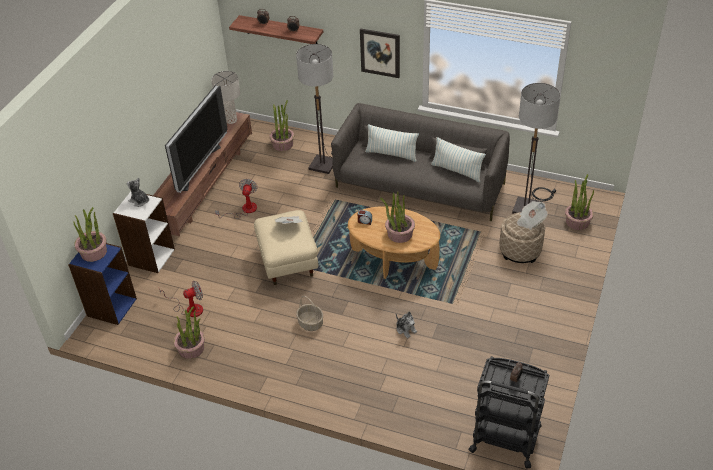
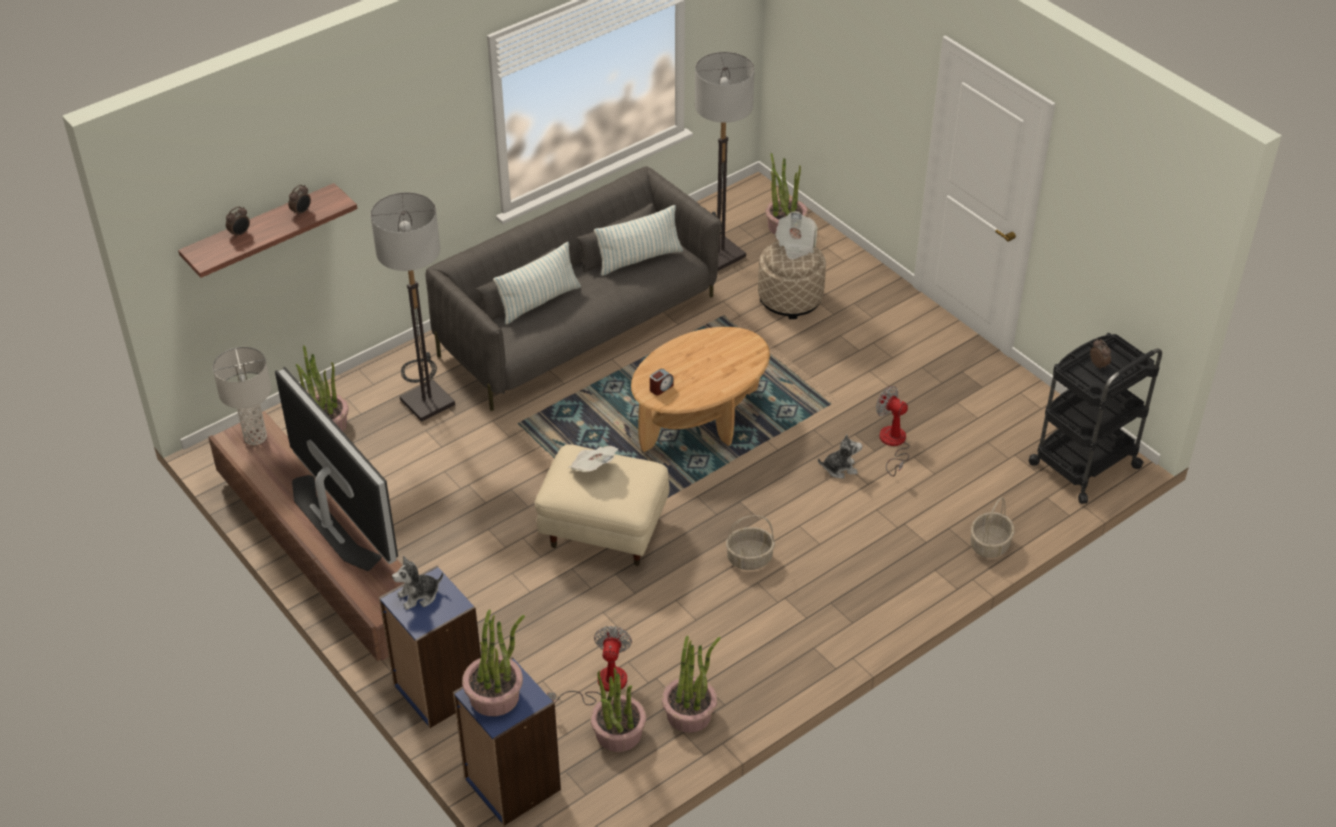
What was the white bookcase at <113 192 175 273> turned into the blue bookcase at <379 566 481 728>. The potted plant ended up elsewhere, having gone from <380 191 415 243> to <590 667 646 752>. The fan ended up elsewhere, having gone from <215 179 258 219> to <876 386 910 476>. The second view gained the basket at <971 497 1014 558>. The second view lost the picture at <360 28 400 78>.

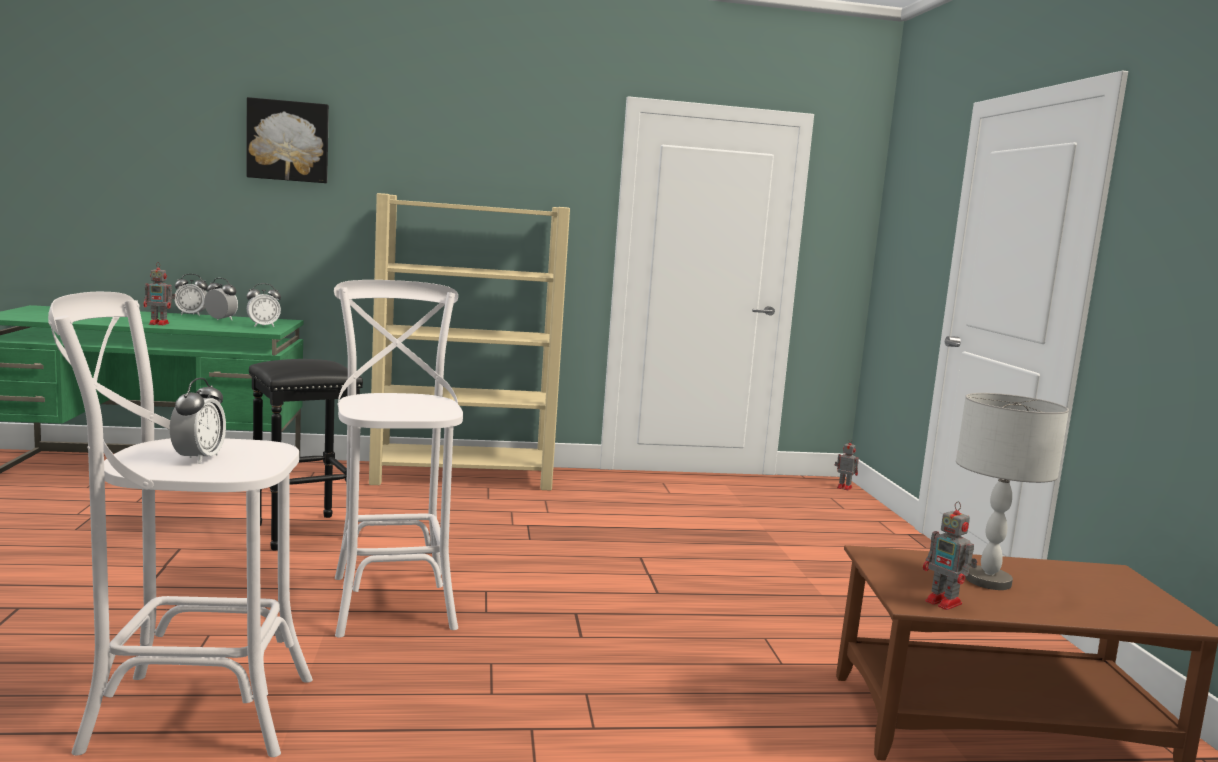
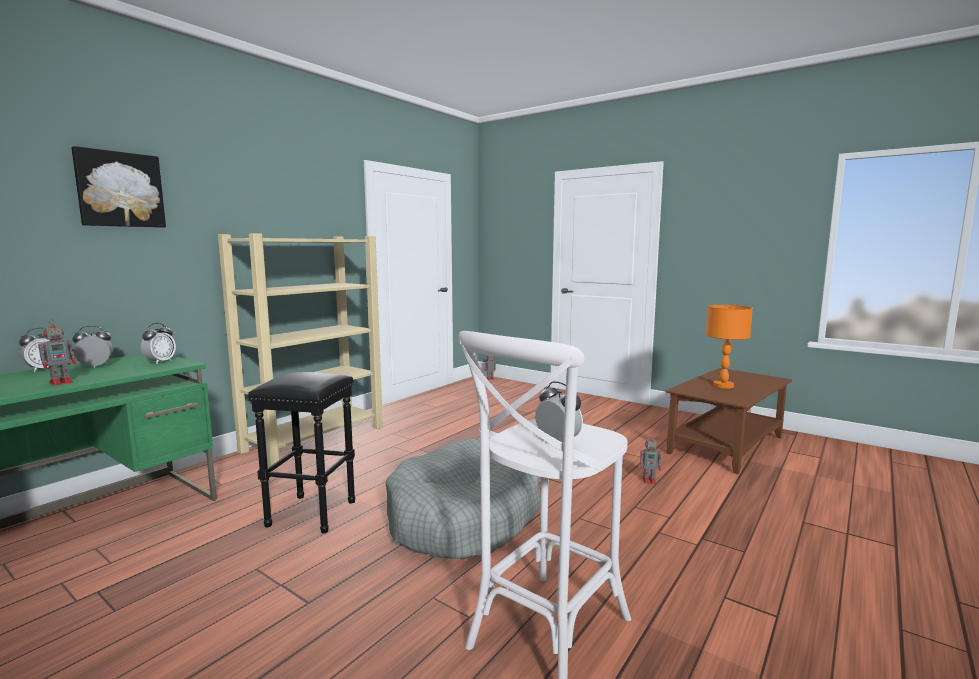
Where the white stool stood at <334 280 463 638>, the grey dog bed came to stand at <386 438 540 559>. The toy robot ended up elsewhere, having gone from <923 501 978 610> to <640 435 661 484>. What was the grey table lamp at <956 393 1069 590> turned into the orange table lamp at <706 305 753 389>.

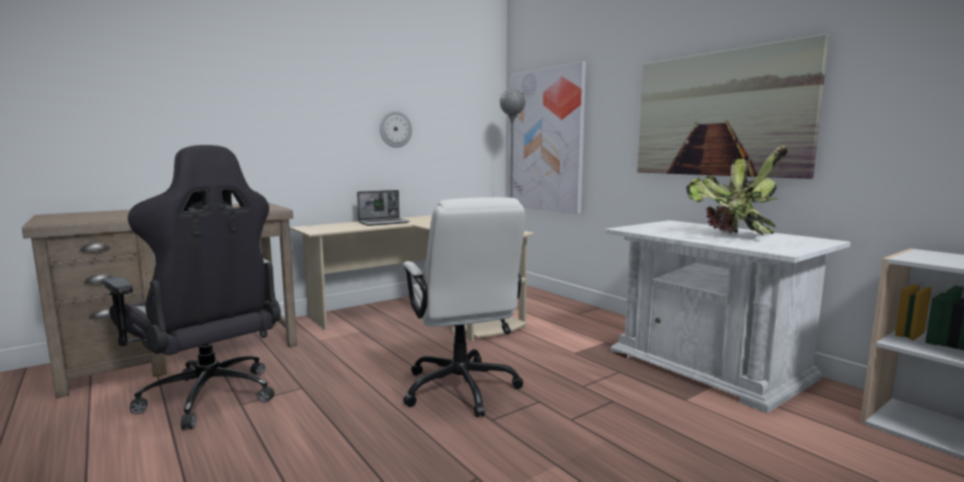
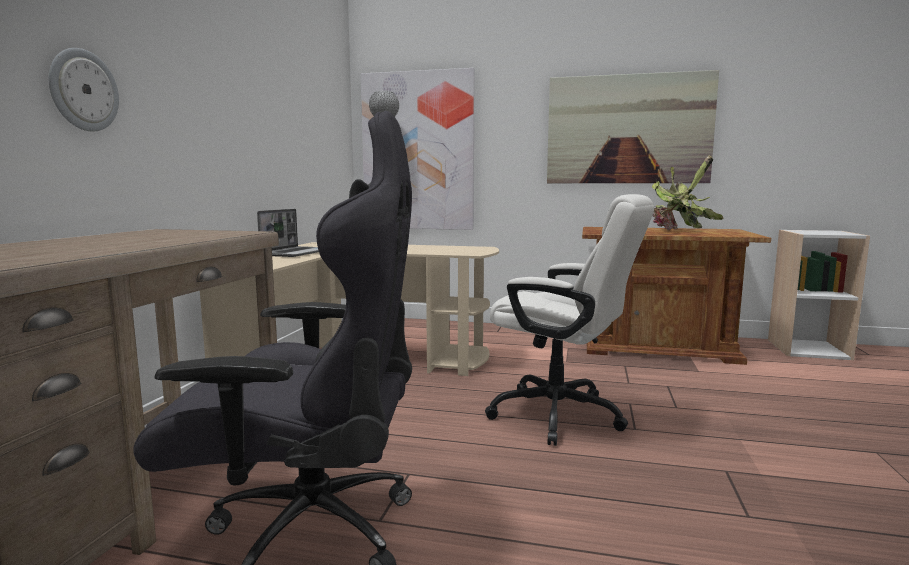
The wall clock ended up elsewhere, having gone from <380 111 412 148> to <49 48 119 132>. What was the white cabinet at <605 220 851 413> turned into the brown cabinet at <582 227 771 365>.

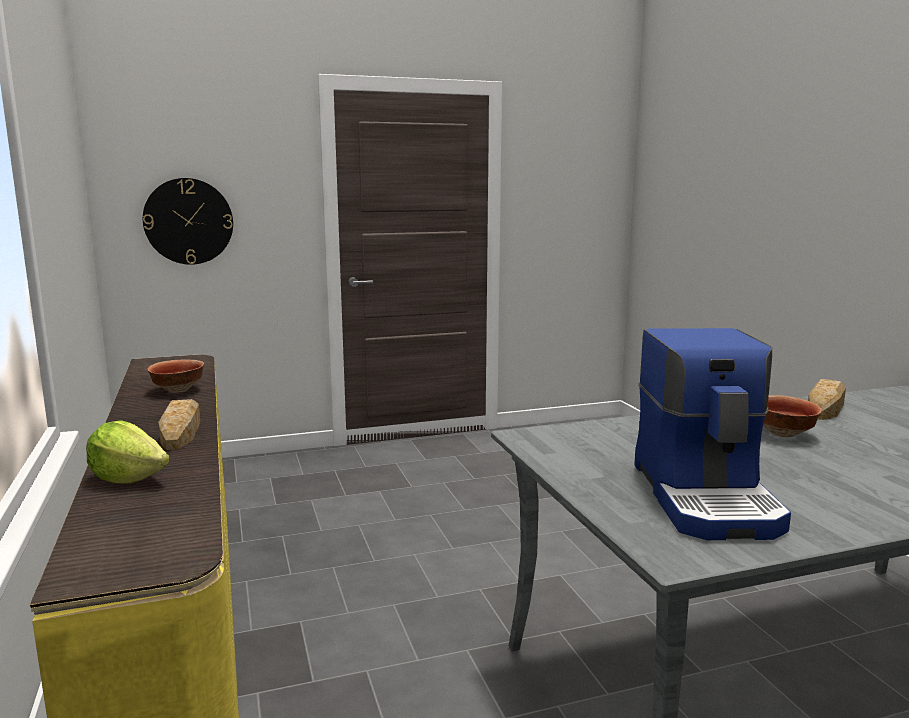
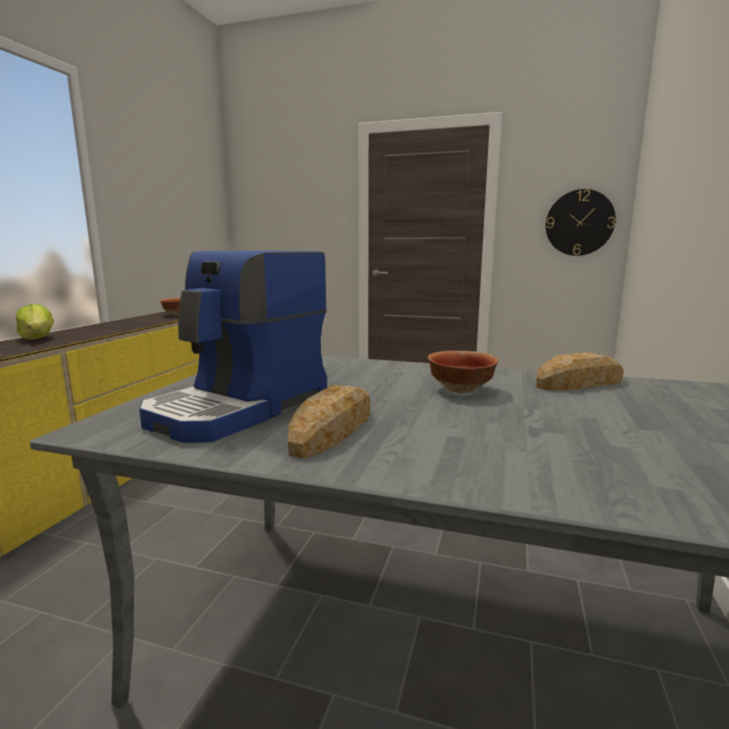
The bread ended up elsewhere, having gone from <158 399 200 450> to <288 385 370 459>. The wall clock ended up elsewhere, having gone from <143 178 233 265> to <546 189 616 256>.

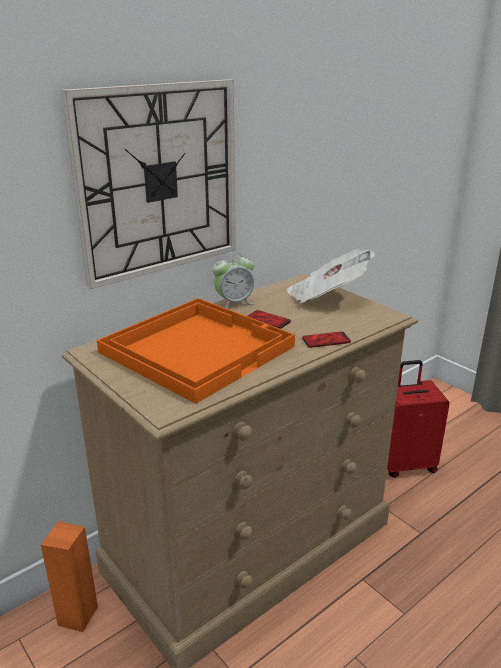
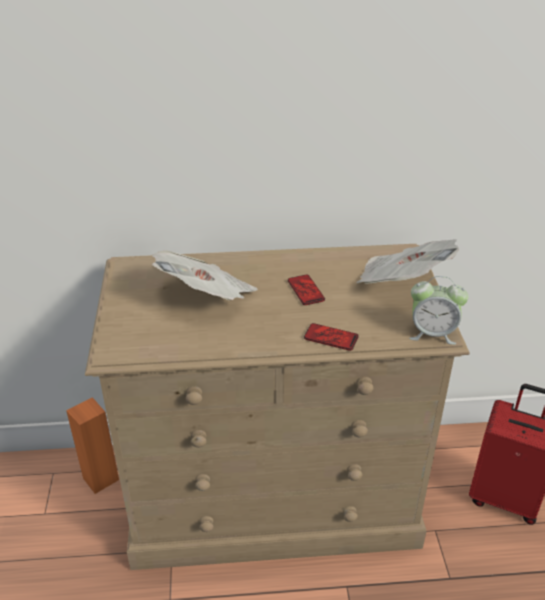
Where the orange tray stood at <97 298 295 404>, the newspaper came to stand at <152 251 258 301>. The alarm clock ended up elsewhere, having gone from <212 252 255 309> to <409 276 469 345>. The second view lost the wall clock at <61 79 236 289>.

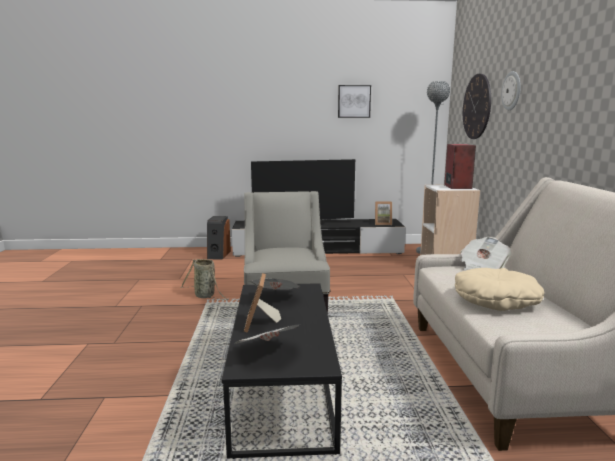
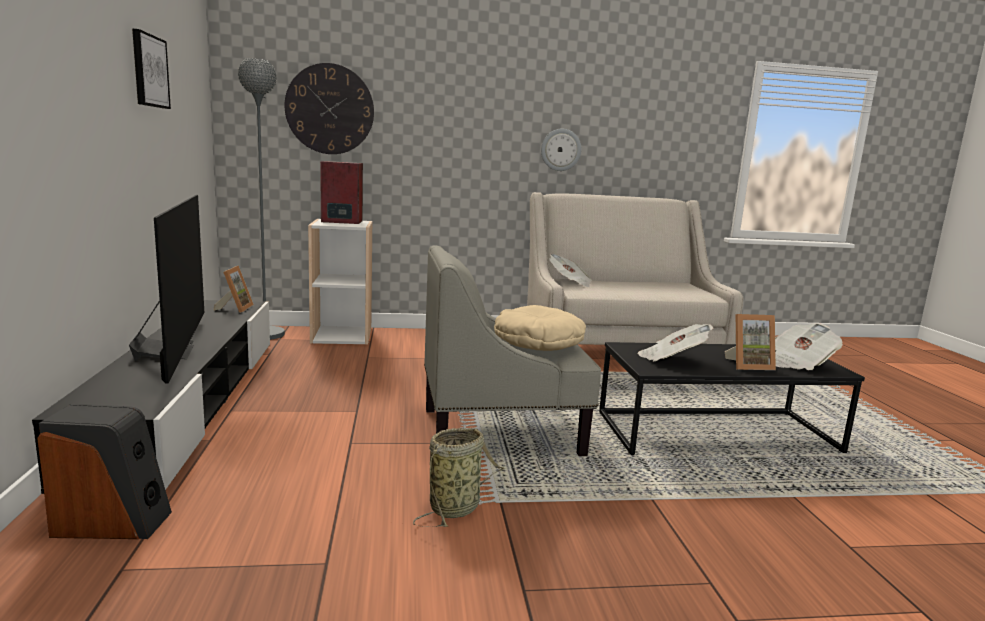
The beige pillow ended up elsewhere, having gone from <455 268 544 311> to <494 305 586 351>. The wall clock ended up elsewhere, having gone from <501 71 521 110> to <541 129 581 171>.

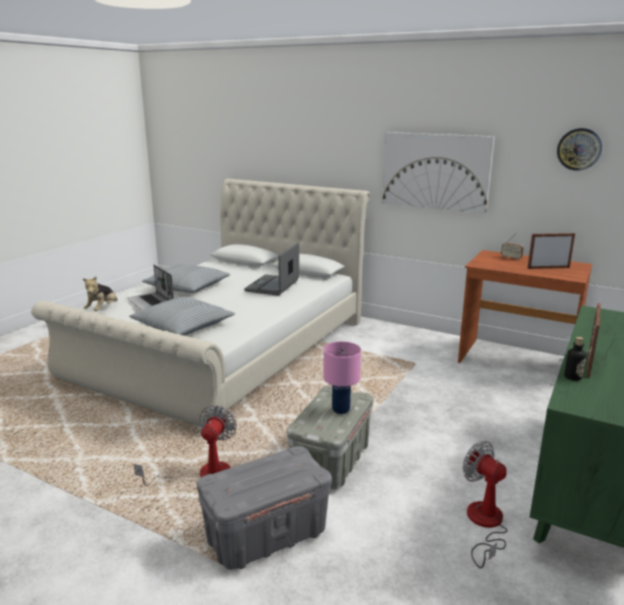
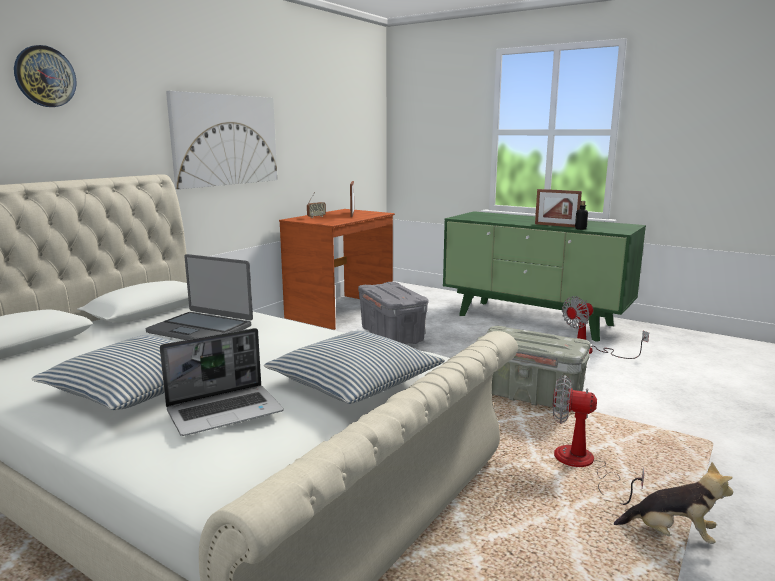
The wall clock ended up elsewhere, having gone from <557 128 602 171> to <14 45 77 107>. The grey storage box ended up elsewhere, having gone from <197 446 332 570> to <358 282 428 344>. The plush toy ended up elsewhere, having gone from <83 276 118 311> to <614 462 733 544>. The second view lost the pink table lamp at <323 341 361 414>.

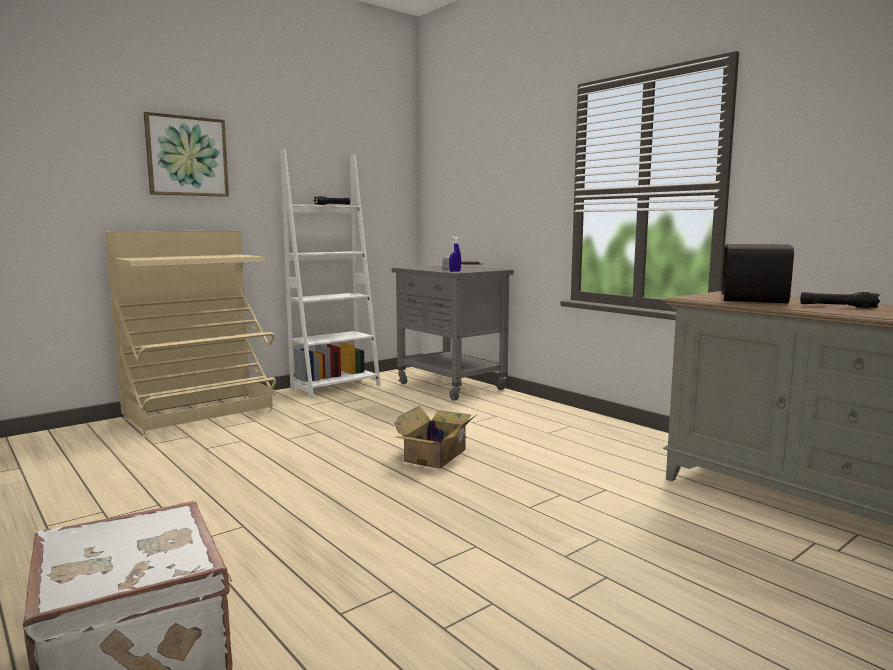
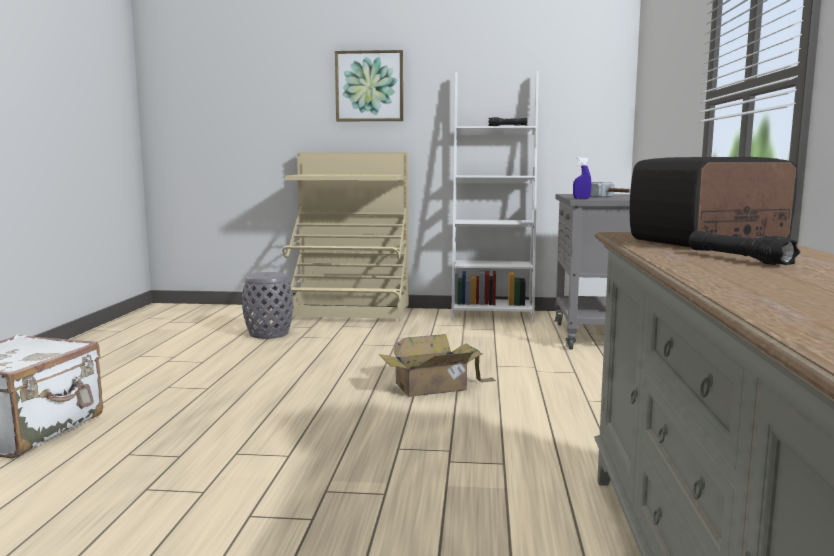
The second view gained the grey stool at <242 272 294 339>.

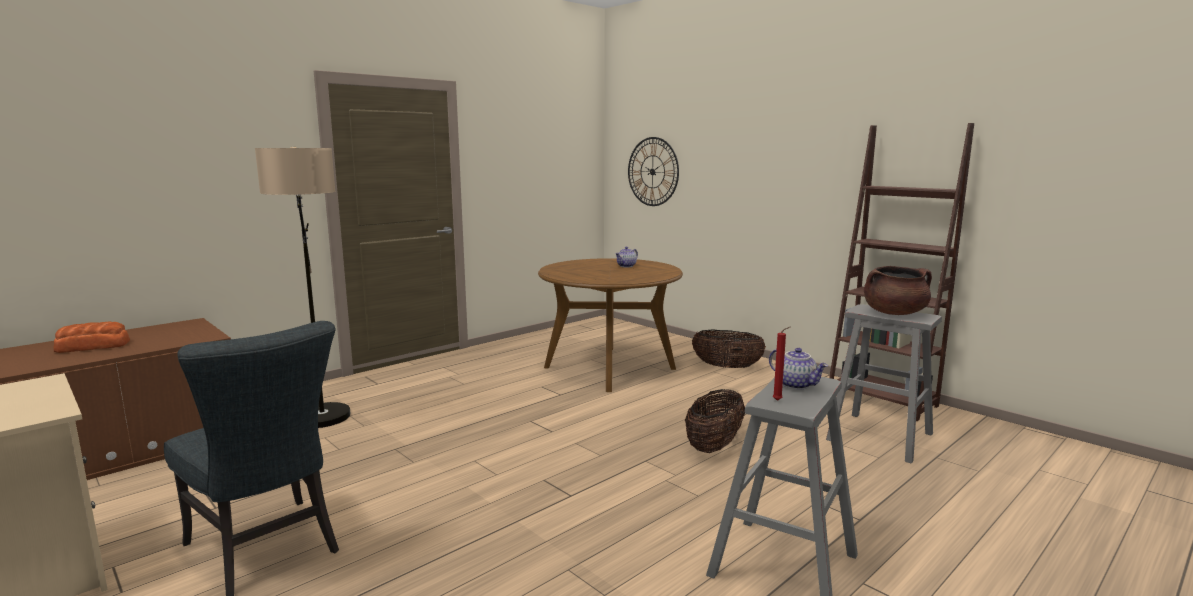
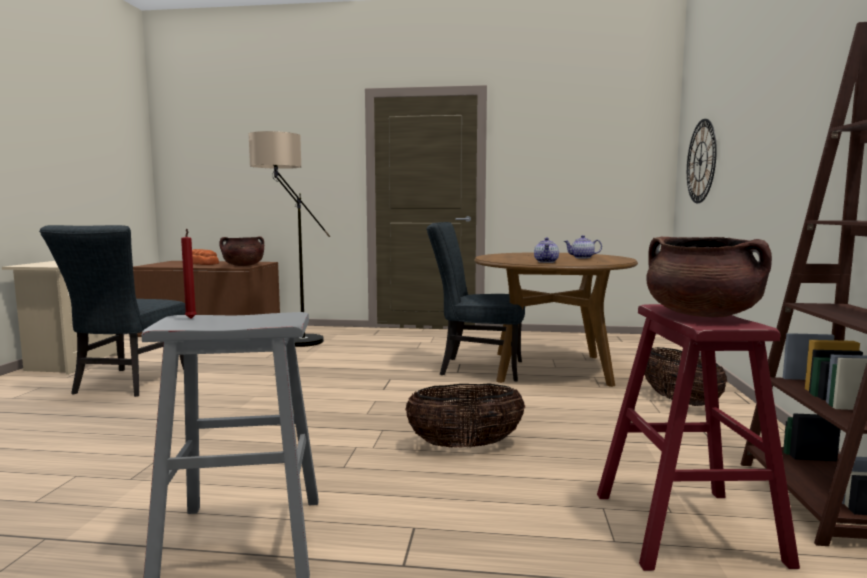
The second view gained the brown cooking pot at <219 236 264 266>. The second view gained the grey chair at <426 222 525 381>. The teapot ended up elsewhere, having gone from <769 348 828 390> to <534 237 559 263>. What was the grey stool at <826 304 942 463> turned into the red stool at <597 304 800 571>.

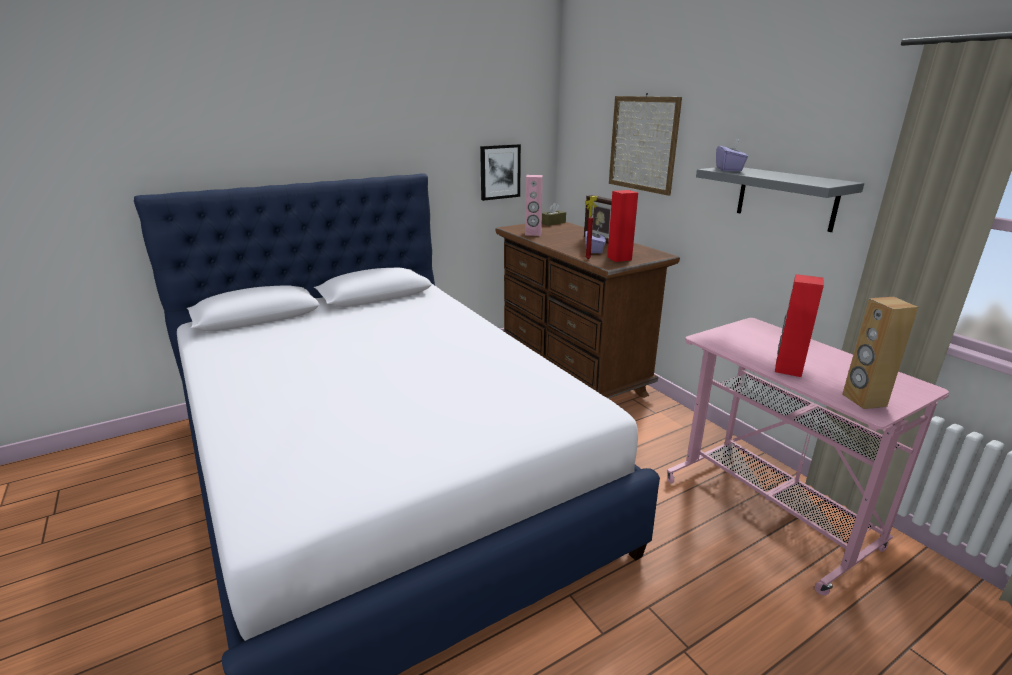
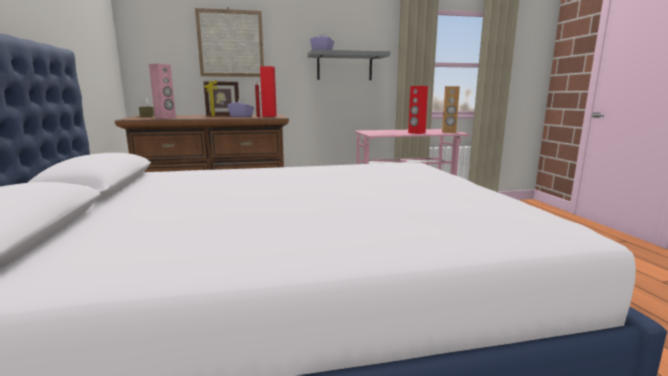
The second view lost the picture at <480 144 521 201>.

